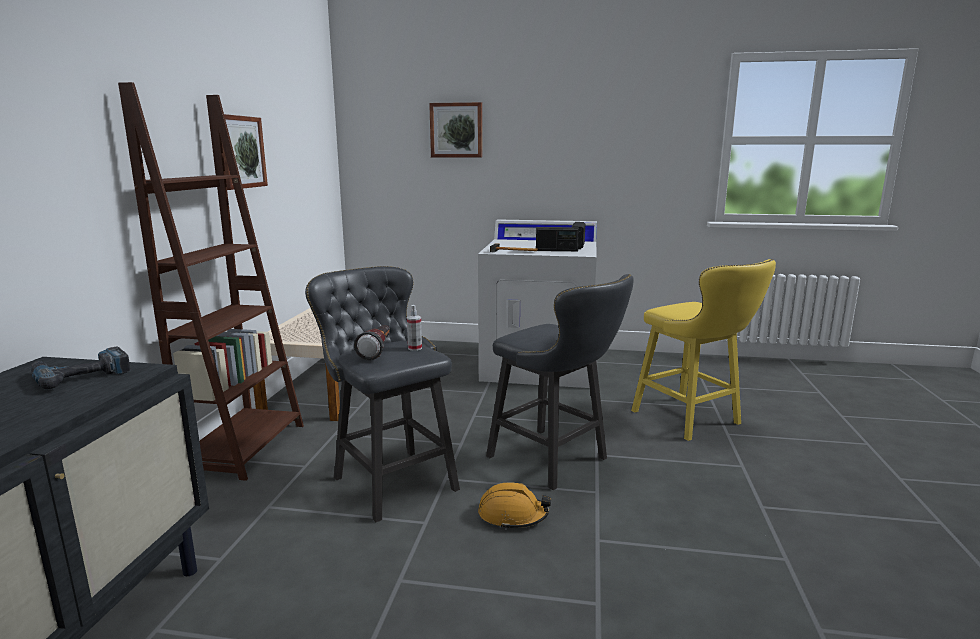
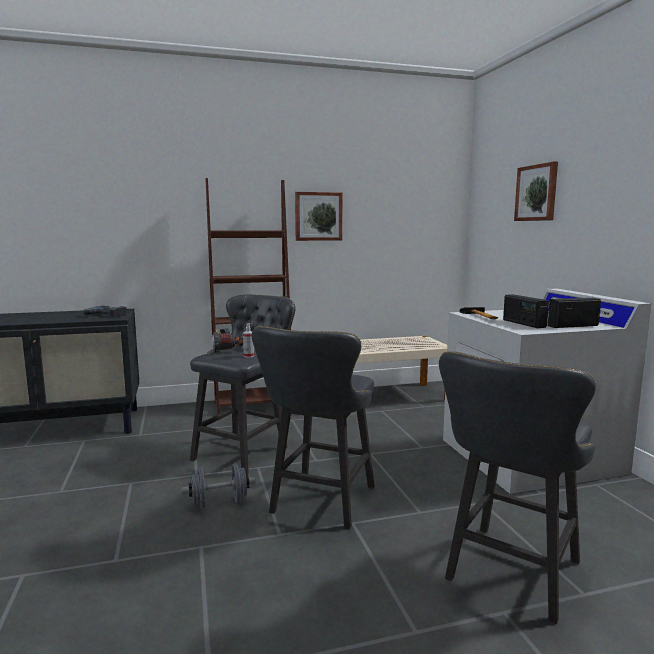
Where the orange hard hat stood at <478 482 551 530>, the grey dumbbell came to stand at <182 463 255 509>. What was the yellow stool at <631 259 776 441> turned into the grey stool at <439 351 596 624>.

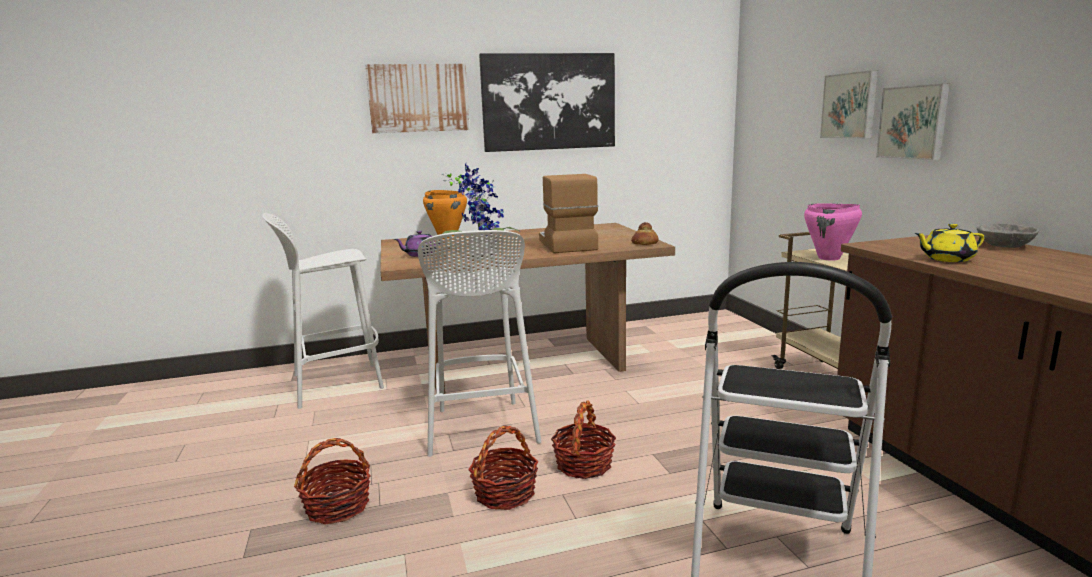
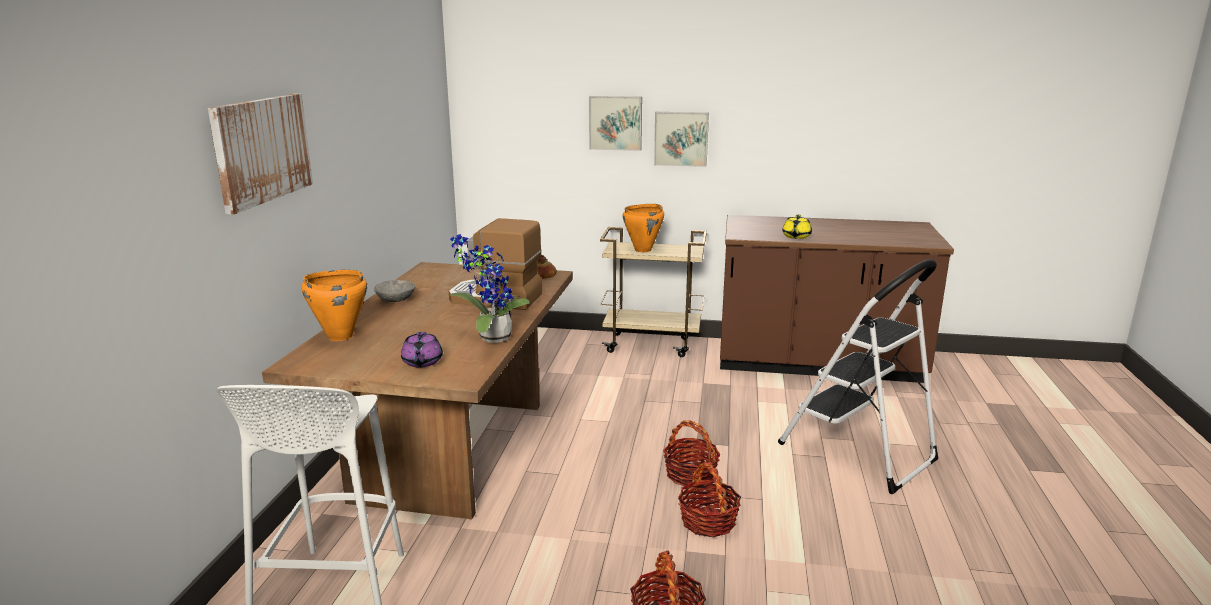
The grey bowl ended up elsewhere, having gone from <977 223 1039 248> to <374 280 415 302>. What was the pink cooking pot at <804 203 862 261> turned into the orange cooking pot at <623 204 664 252>. The second view lost the white stool at <418 230 542 457>. The second view lost the picture at <479 53 615 152>.

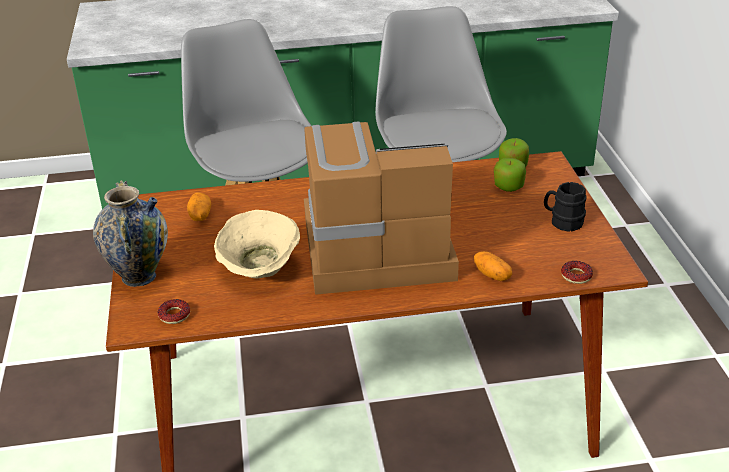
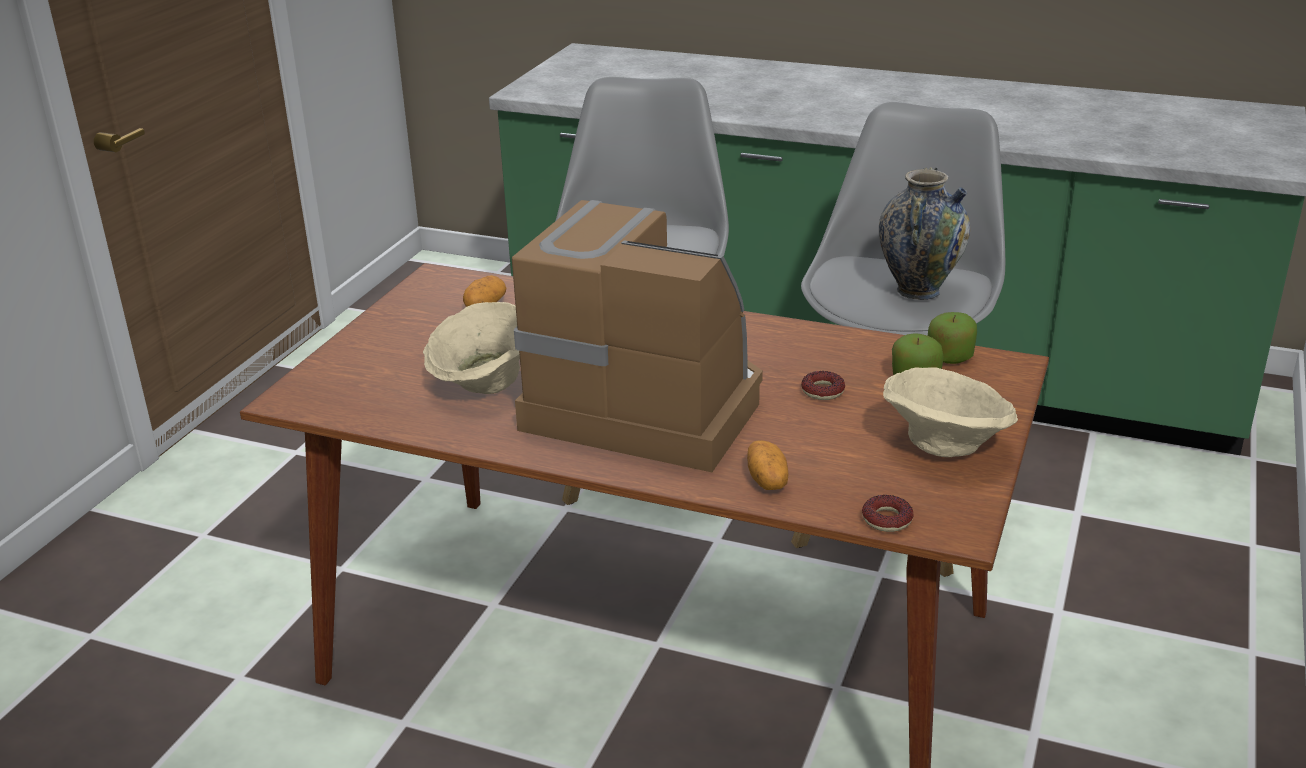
The donut ended up elsewhere, having gone from <158 299 190 324> to <801 371 845 400>. The vase ended up elsewhere, having gone from <93 180 168 287> to <879 167 970 300>. Where the black mug stood at <544 182 587 232>, the beige bowl came to stand at <883 367 1018 457>.

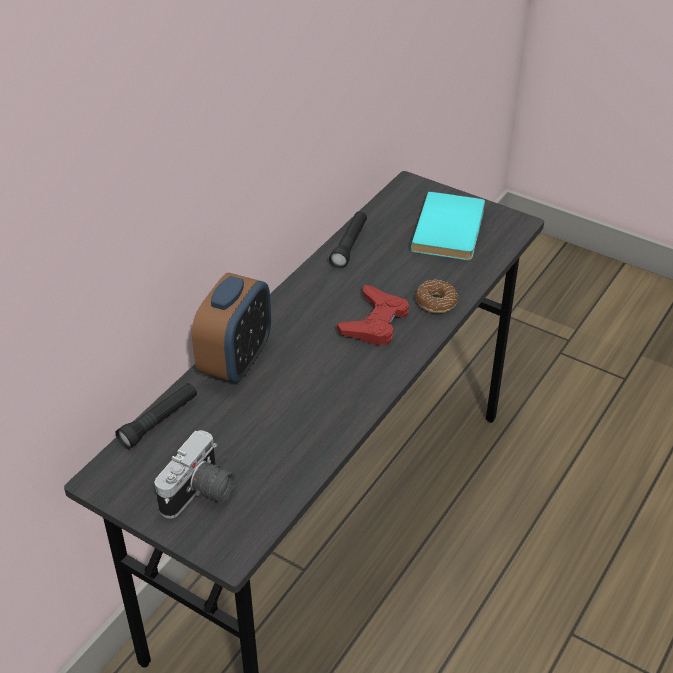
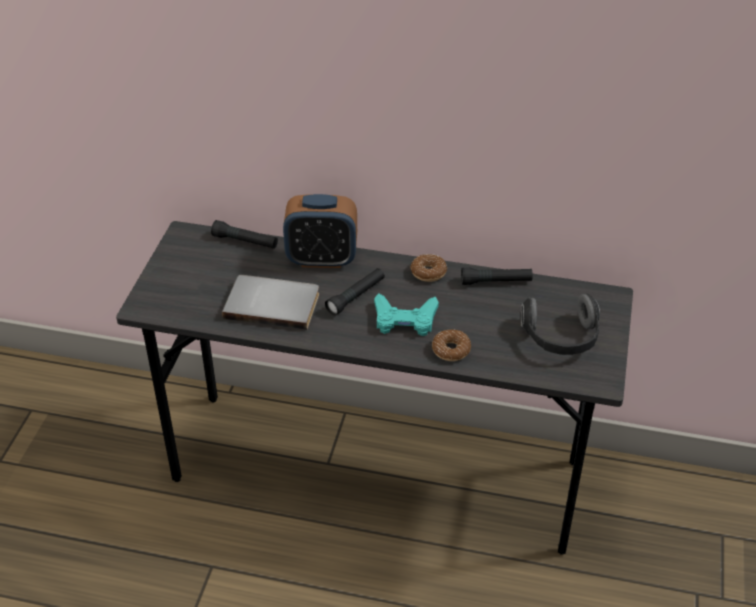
The second view gained the grey book at <222 275 319 330>. The second view gained the black flashlight at <325 268 385 316>. What was the red game controller at <337 285 409 346> turned into the turquoise game controller at <374 293 439 336>. The second view gained the donut at <410 254 447 282>. Where the turquoise book stood at <411 192 485 260>, the headphones came to stand at <521 293 600 355>. The second view lost the photo camera at <154 430 235 519>.

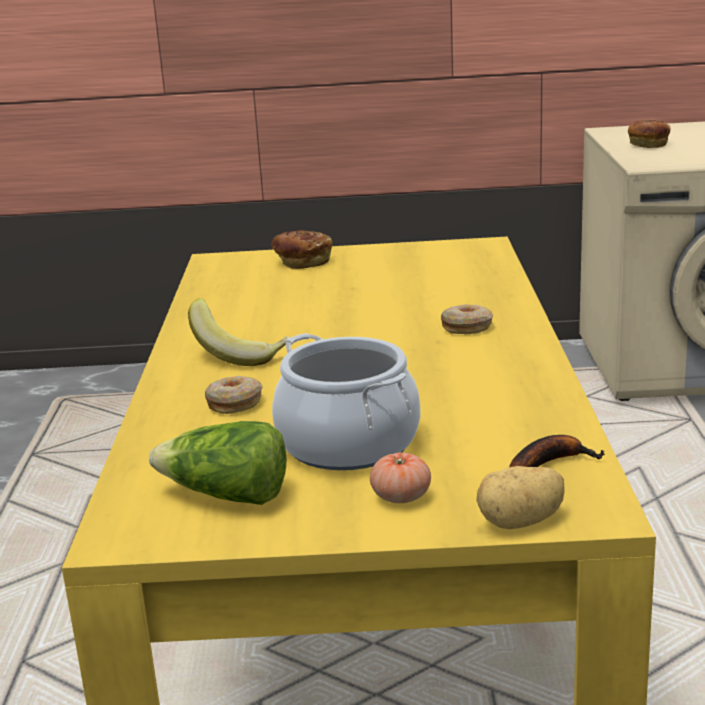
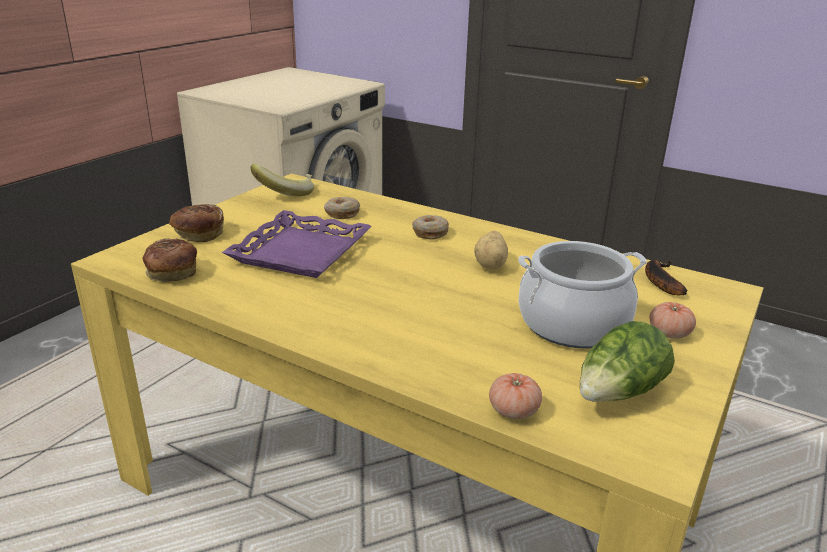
The bread ended up elsewhere, having gone from <628 119 671 148> to <142 238 197 282>. The second view gained the purple tray at <222 210 371 278>. The banana ended up elsewhere, having gone from <188 298 290 366> to <250 164 314 197>. The donut ended up elsewhere, having gone from <205 376 263 414> to <324 197 360 219>. The potato ended up elsewhere, having gone from <476 466 565 529> to <474 231 508 269>. The second view gained the tomato at <489 373 542 419>.

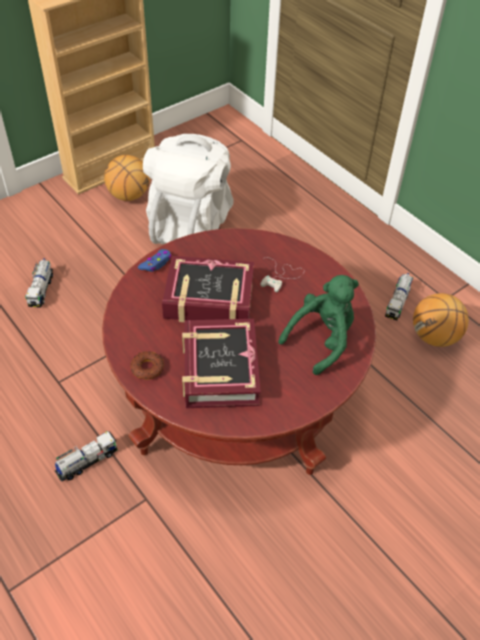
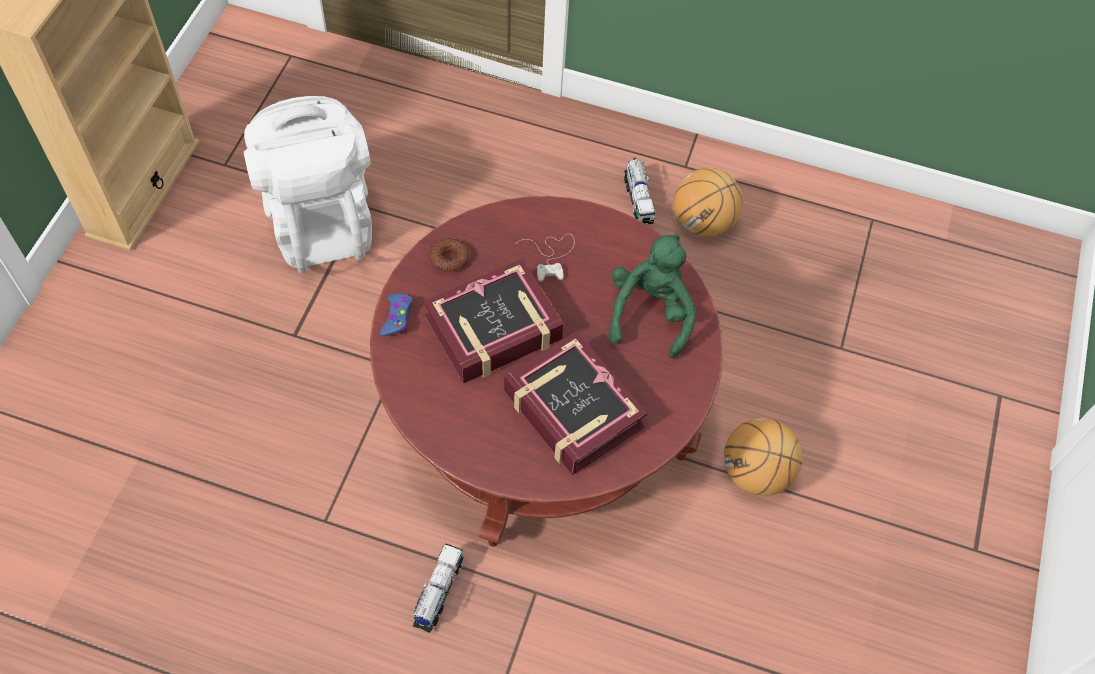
The donut ended up elsewhere, having gone from <130 351 164 380> to <429 238 469 272>. The basketball ended up elsewhere, having gone from <104 155 150 201> to <724 418 803 496>. The second view lost the toy truck at <25 258 53 308>.

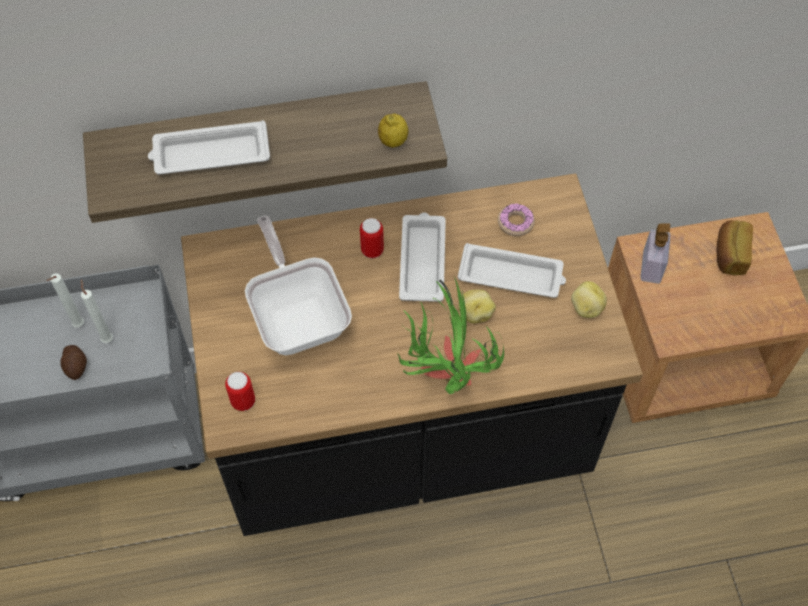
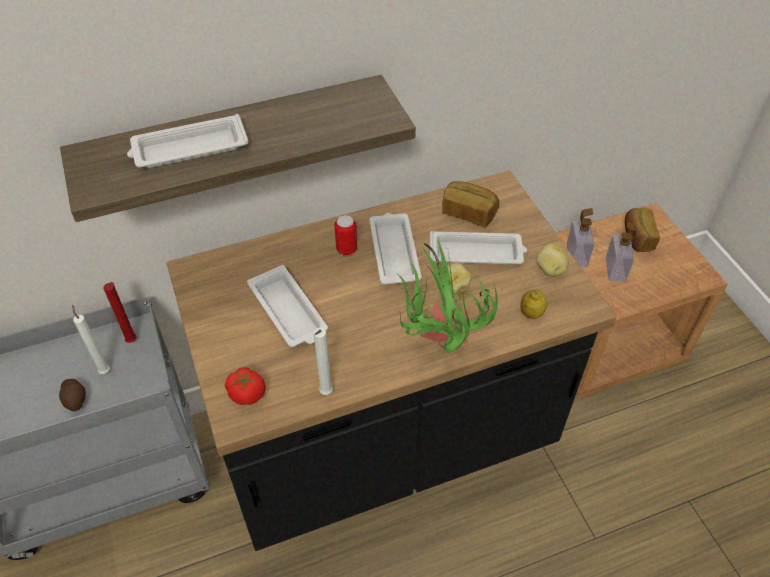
The second view gained the red candle at <103 282 137 343>. Where the can stood at <225 372 255 411>, the tomato came to stand at <225 367 266 405>. Where the frying pan stood at <245 216 352 355>, the white tray came to stand at <247 265 328 347>. The white candle ended up elsewhere, having gone from <46 273 84 327> to <314 328 333 395>. Where the donut stood at <498 203 535 236>, the bread came to stand at <442 181 499 227>. The lemon ended up elsewhere, having gone from <378 114 409 148> to <520 289 547 319>. The second view gained the soap dispenser at <606 222 637 282>.

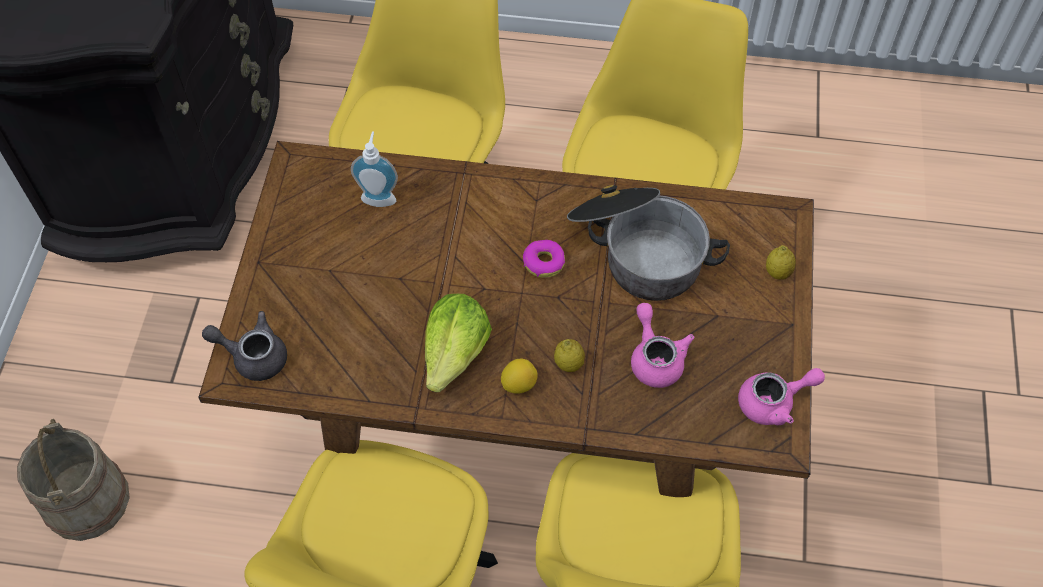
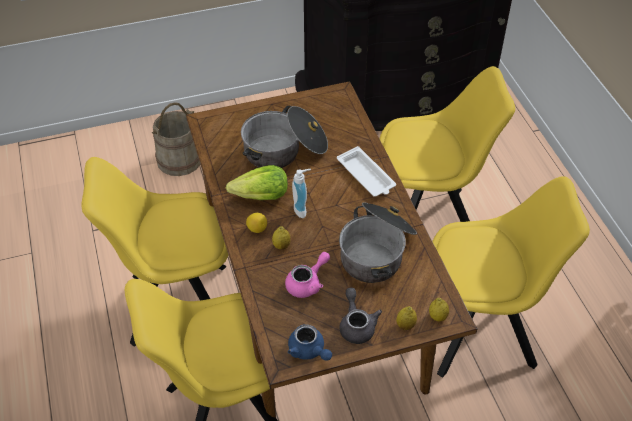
The second view gained the cooking pot at <241 106 328 168>. What was the pink teapot at <738 368 825 425> turned into the blue teapot at <288 324 332 361>. The soap dispenser ended up elsewhere, having gone from <351 131 398 207> to <292 169 311 218>. The second view gained the white tray at <337 146 396 197>. The grey teapot ended up elsewhere, having gone from <202 311 287 381> to <340 288 382 344>. The second view gained the lemon at <429 298 449 321>. The second view lost the donut at <523 240 565 278>.

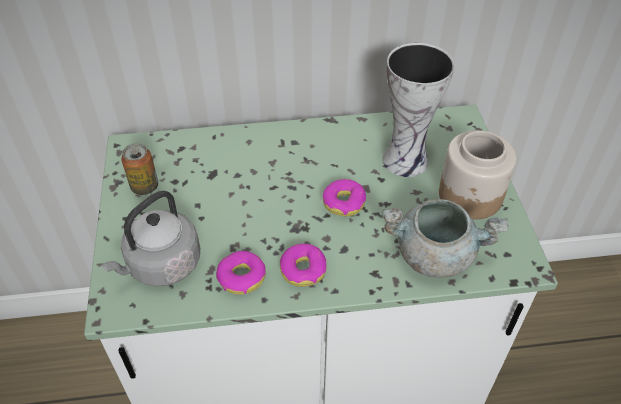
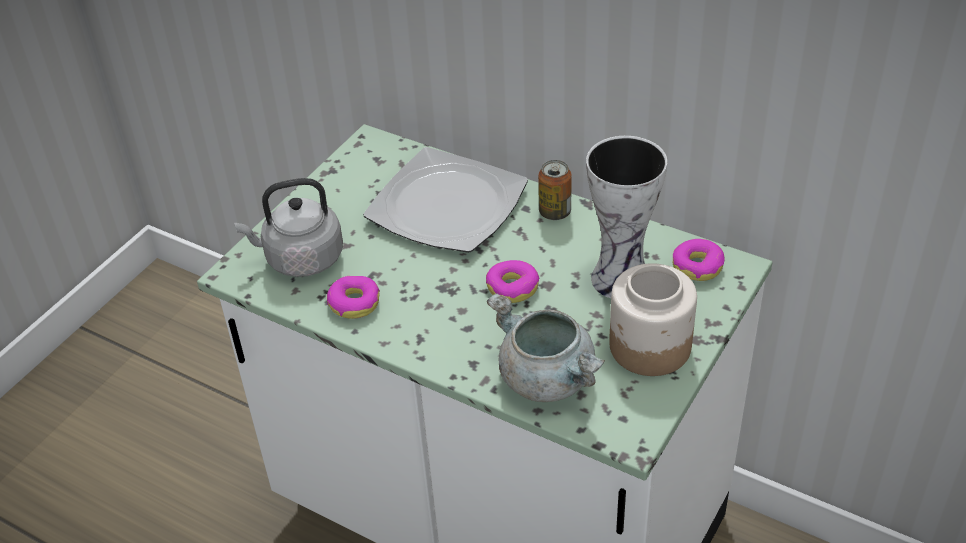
The second view gained the plate at <363 147 528 253>. The can ended up elsewhere, having gone from <121 143 158 195> to <538 160 572 220>. The donut ended up elsewhere, having gone from <280 244 326 287> to <673 239 725 281>.

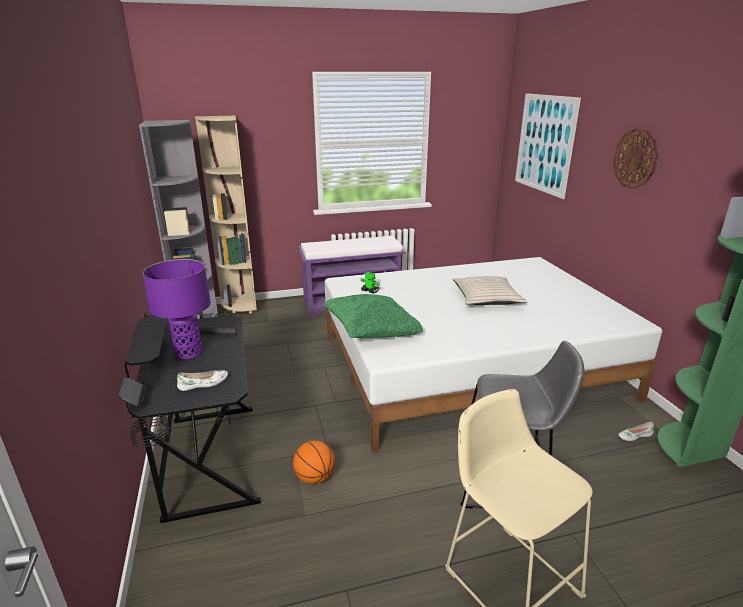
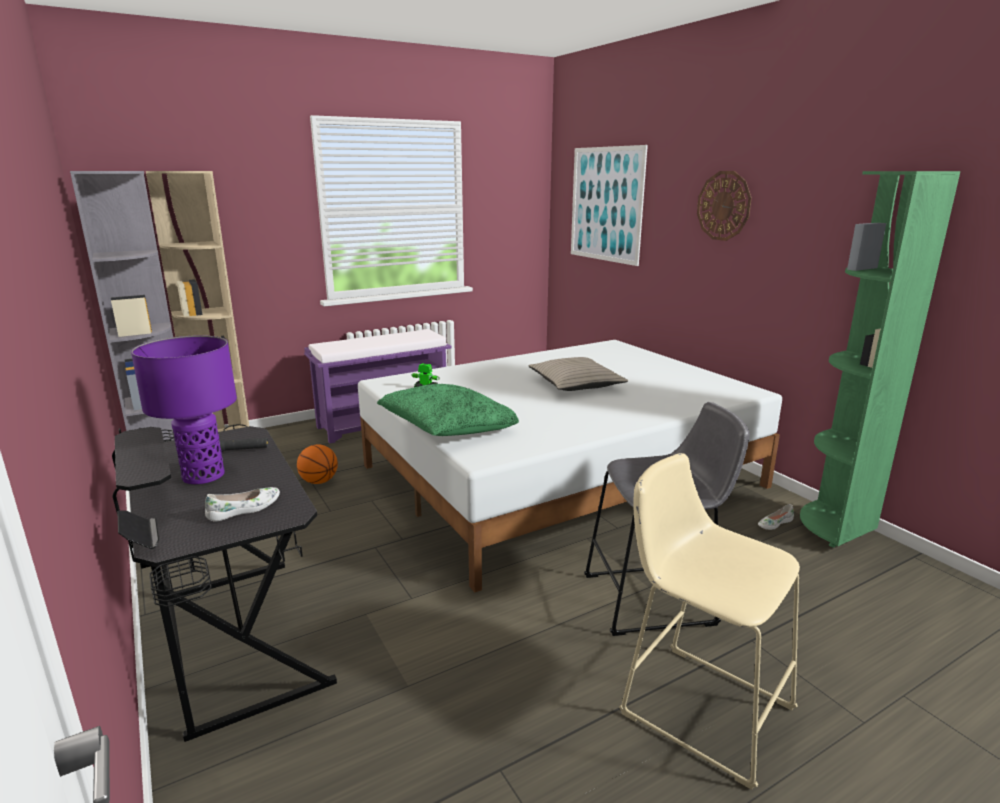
The basketball ended up elsewhere, having gone from <293 440 335 484> to <297 444 338 484>.

